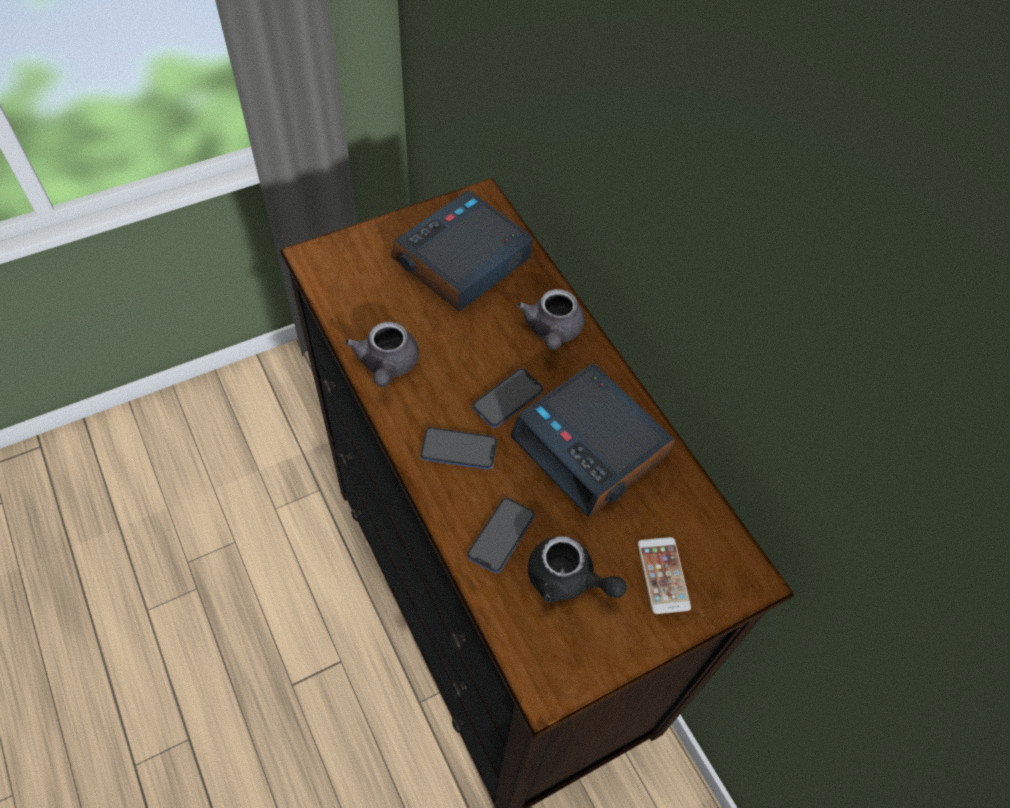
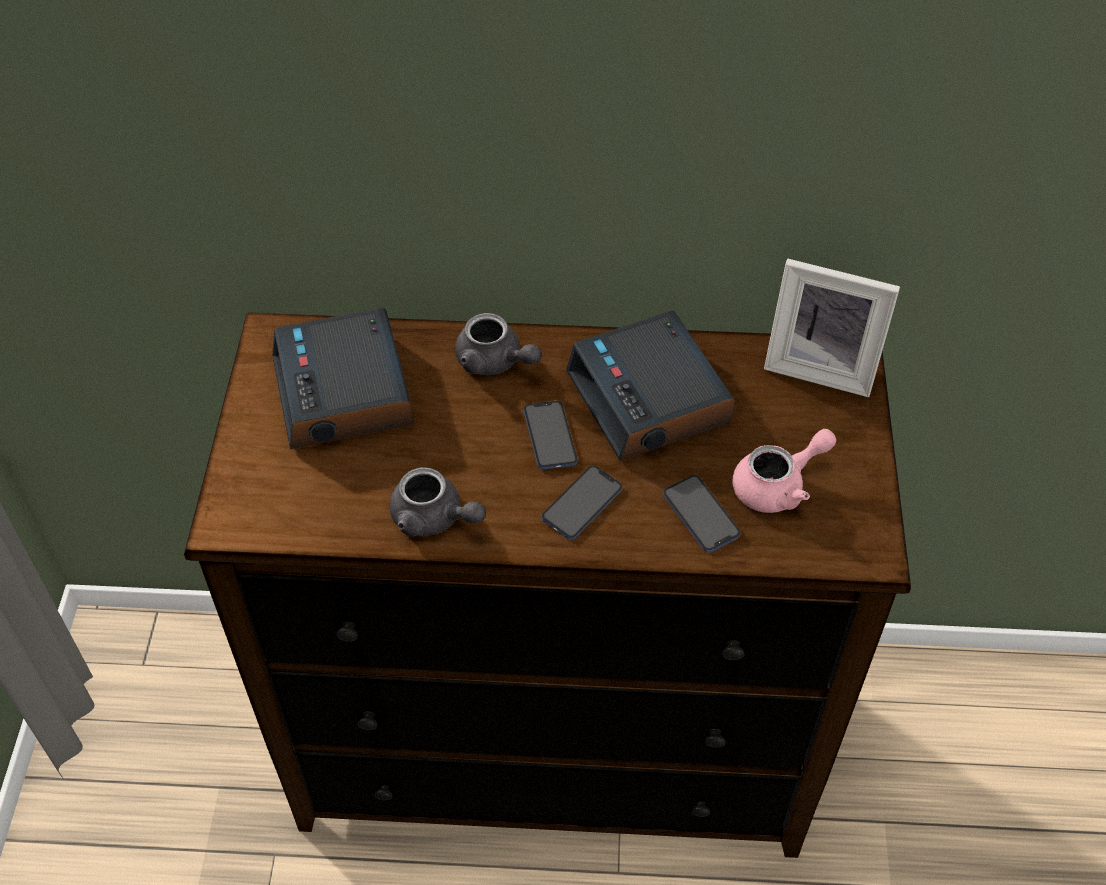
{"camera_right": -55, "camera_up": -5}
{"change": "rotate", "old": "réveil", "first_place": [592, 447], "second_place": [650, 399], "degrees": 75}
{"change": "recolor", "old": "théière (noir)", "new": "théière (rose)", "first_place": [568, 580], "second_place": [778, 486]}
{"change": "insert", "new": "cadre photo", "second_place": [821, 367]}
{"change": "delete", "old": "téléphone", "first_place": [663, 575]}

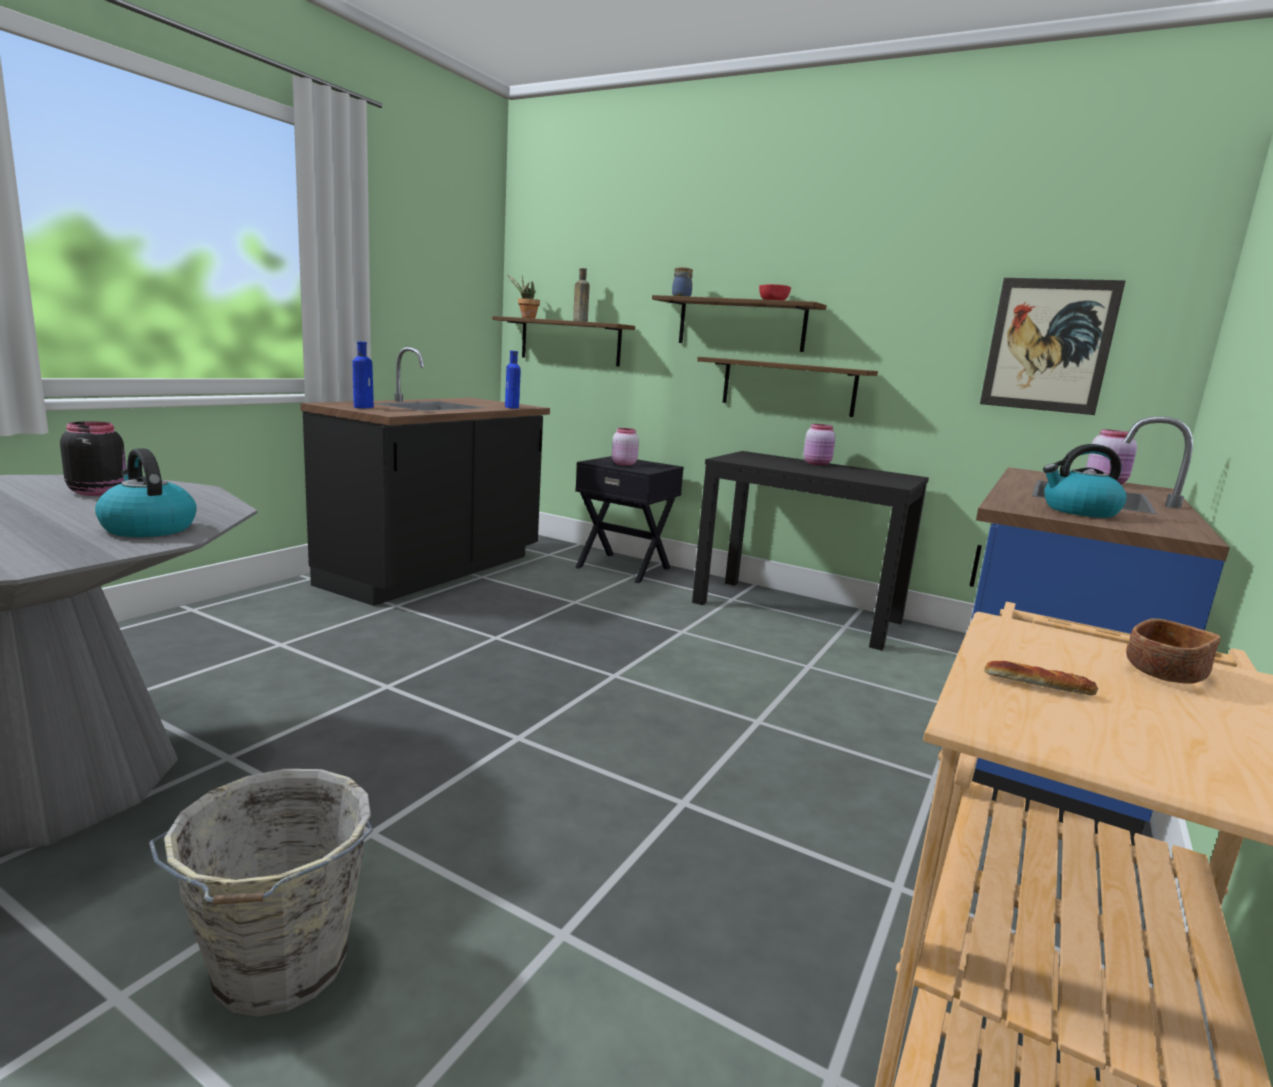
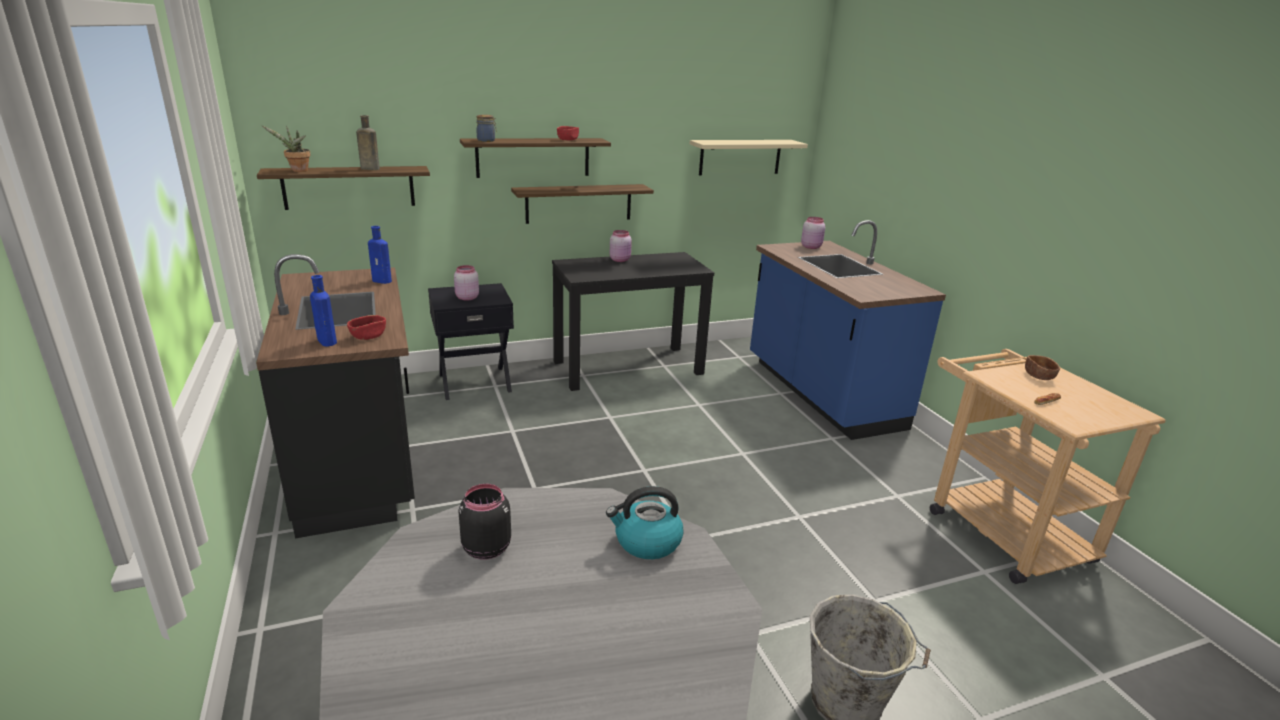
{"camera_right": -50, "camera_up": 10}
{"change": "insert", "new": "bol (rouge)", "second_place": [368, 336]}
{"change": "replace", "old": "tableau", "new": "étagère (beige)", "first_place": [1048, 345], "second_place": [740, 157]}
{"change": "delete", "old": "bouilloire", "first_place": [1079, 511]}

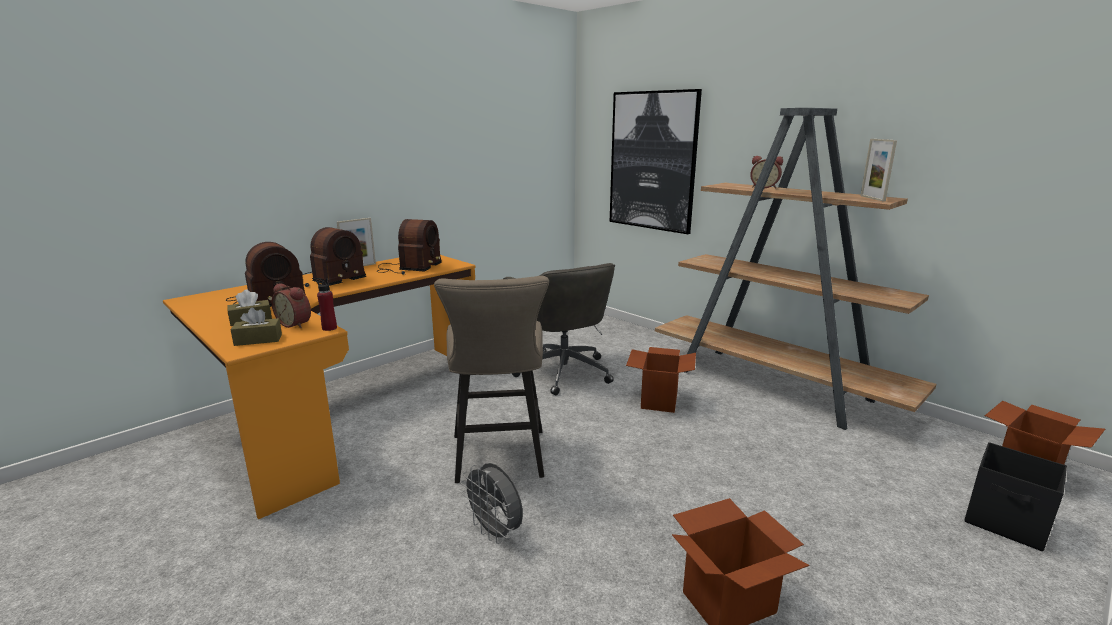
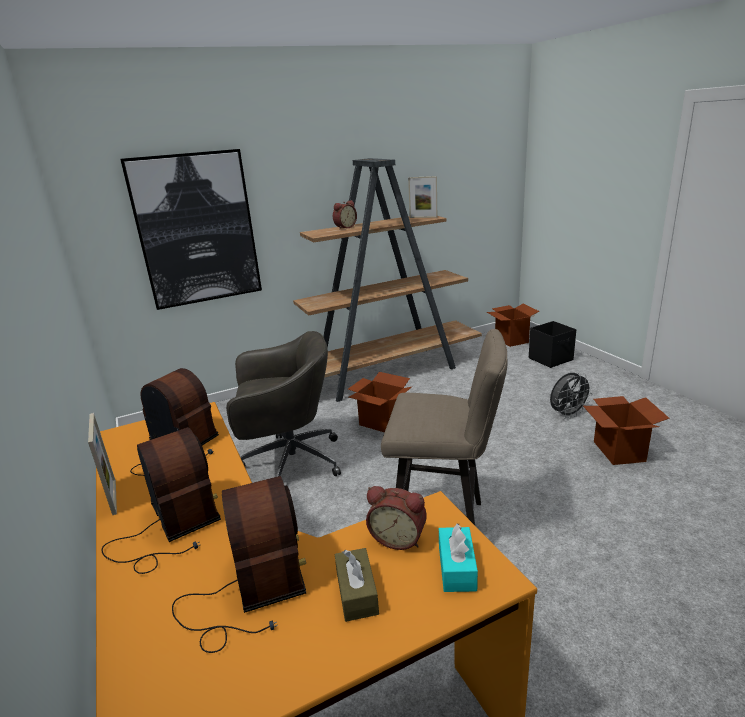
{"camera_right": -70, "camera_up": 5}
{"change": "rotate", "old": "réveil", "first_place": [296, 324], "second_place": [398, 537], "degrees": 60}
{"change": "recolor", "old": "boîte à mouchoirs (marron)", "new": "boîte à mouchoirs (turquoise)", "first_place": [258, 340], "second_place": [457, 568]}
{"change": "move", "old": "ventilateur (gris)", "first_place": [495, 532], "second_place": [567, 414]}
{"change": "delete", "old": "bouteille (rouge)", "first_place": [329, 328]}

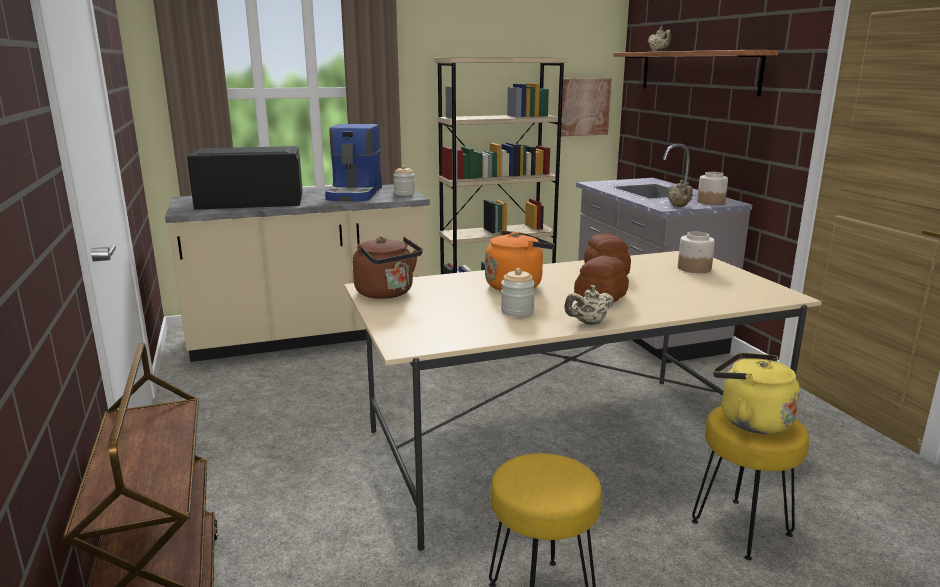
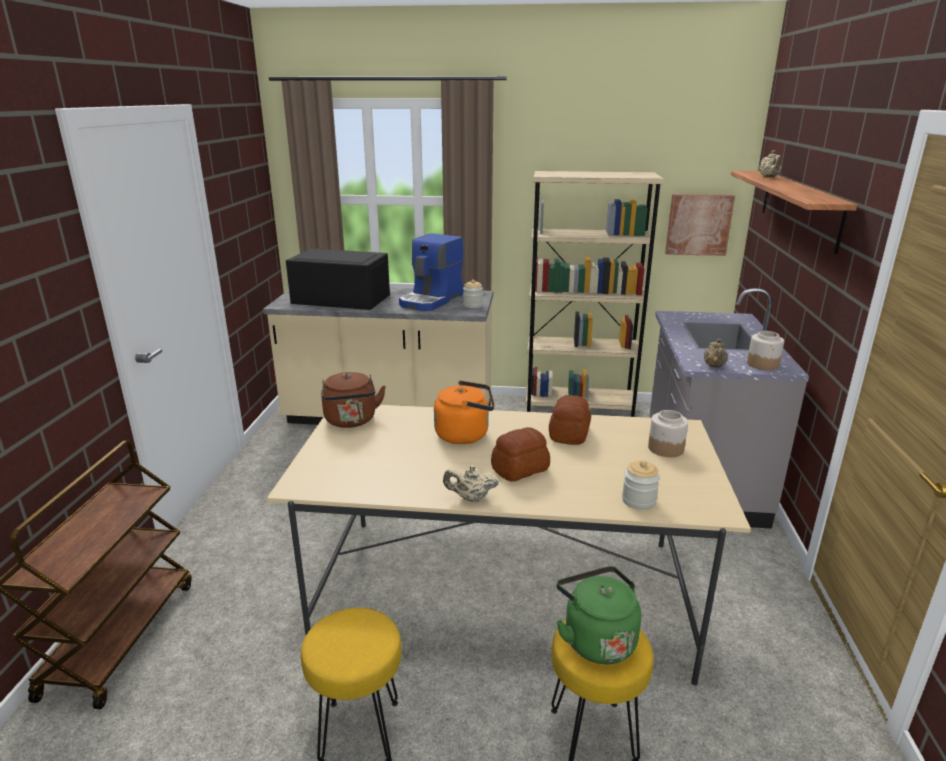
{"camera_right": 25, "camera_up": 5}
{"change": "recolor", "old": "bouilloire (jaune)", "new": "bouilloire (vert)", "first_place": [750, 420], "second_place": [596, 639]}
{"change": "move", "old": "bocal", "first_place": [517, 311], "second_place": [638, 500]}

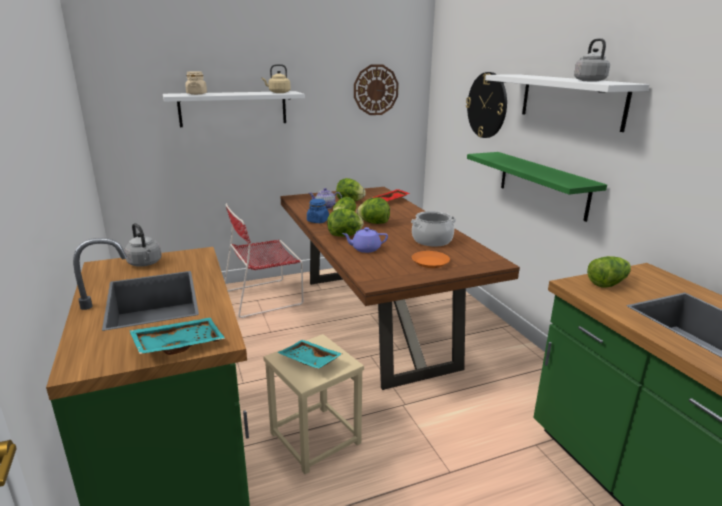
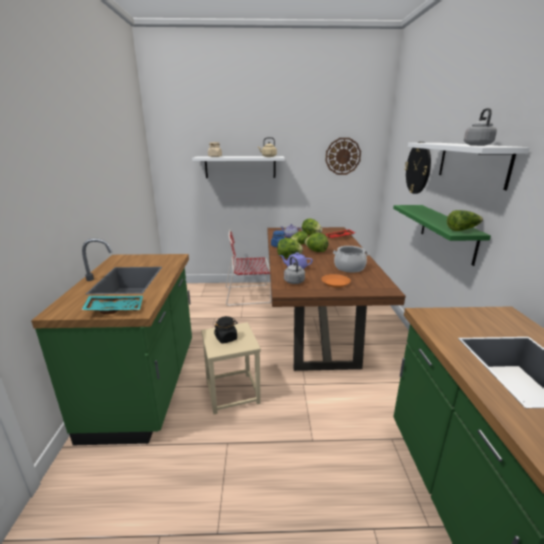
{"camera_right": 20, "camera_up": 0}
{"change": "replace", "old": "plateau (turquoise)", "new": "bocal (noir)", "first_place": [309, 361], "second_place": [226, 338]}
{"change": "move", "old": "bouilloire (gris)", "first_place": [145, 263], "second_place": [294, 282]}
{"change": "move", "old": "laitue", "first_place": [607, 282], "second_place": [462, 229]}

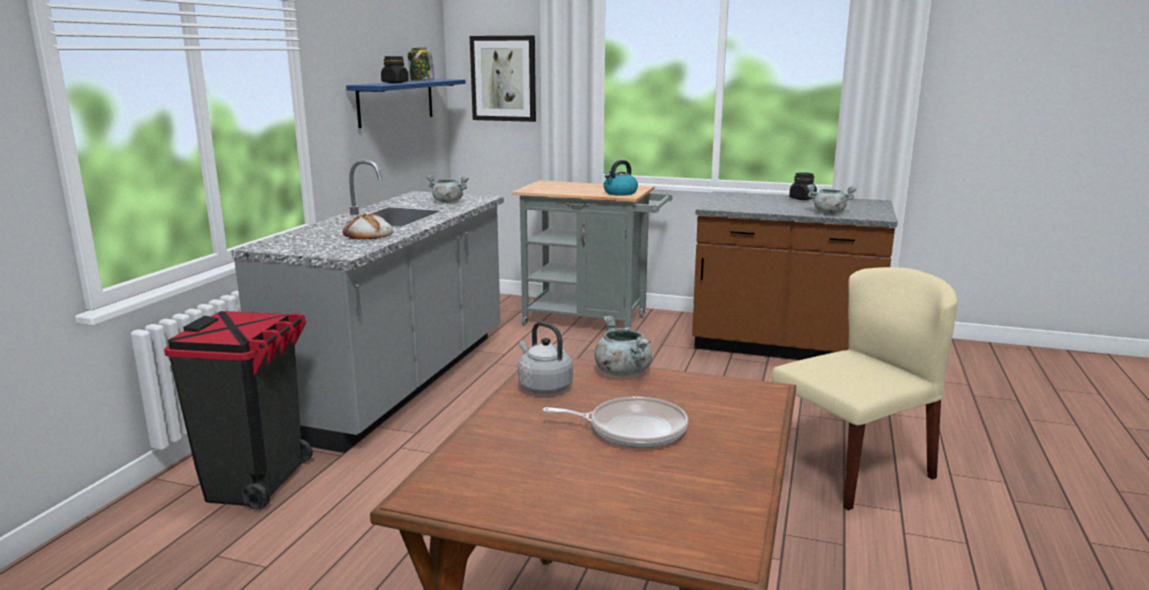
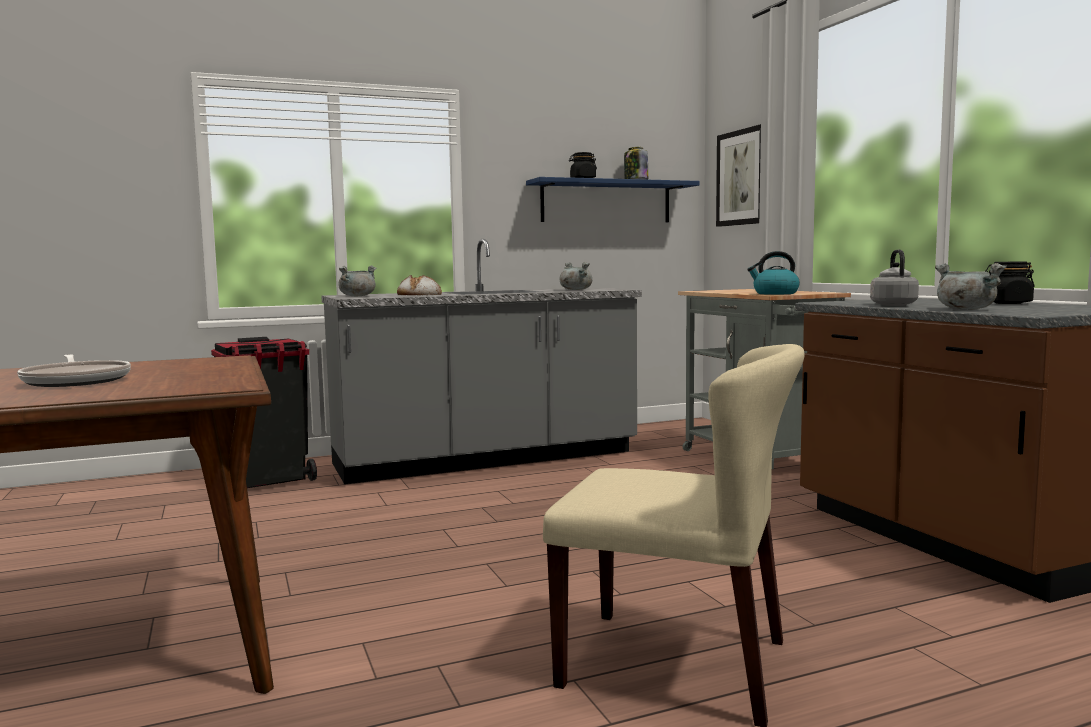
{"camera_right": 50, "camera_up": -10}
{"change": "move", "old": "marmite (gris)", "first_place": [622, 372], "second_place": [357, 296]}
{"change": "move", "old": "bouilloire (gris)", "first_place": [543, 387], "second_place": [892, 305]}

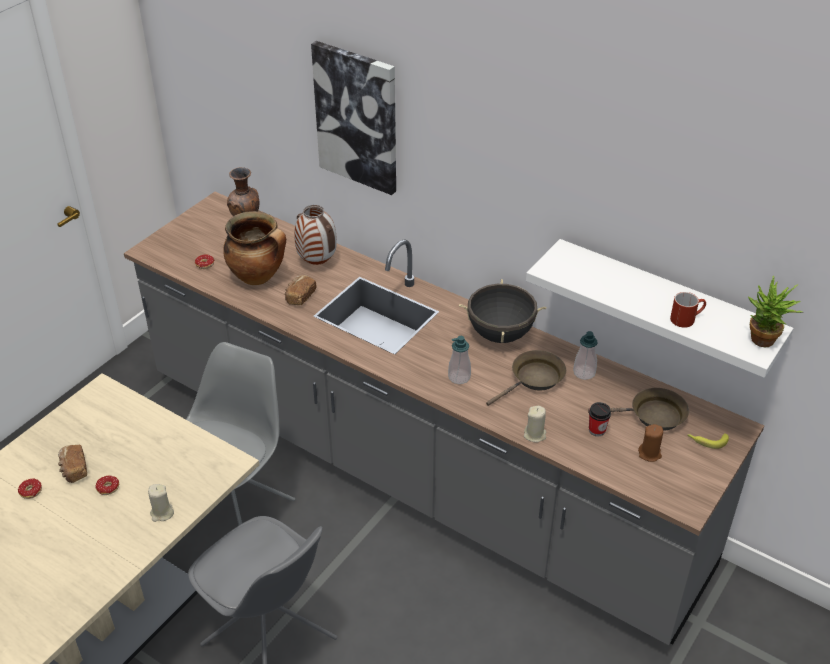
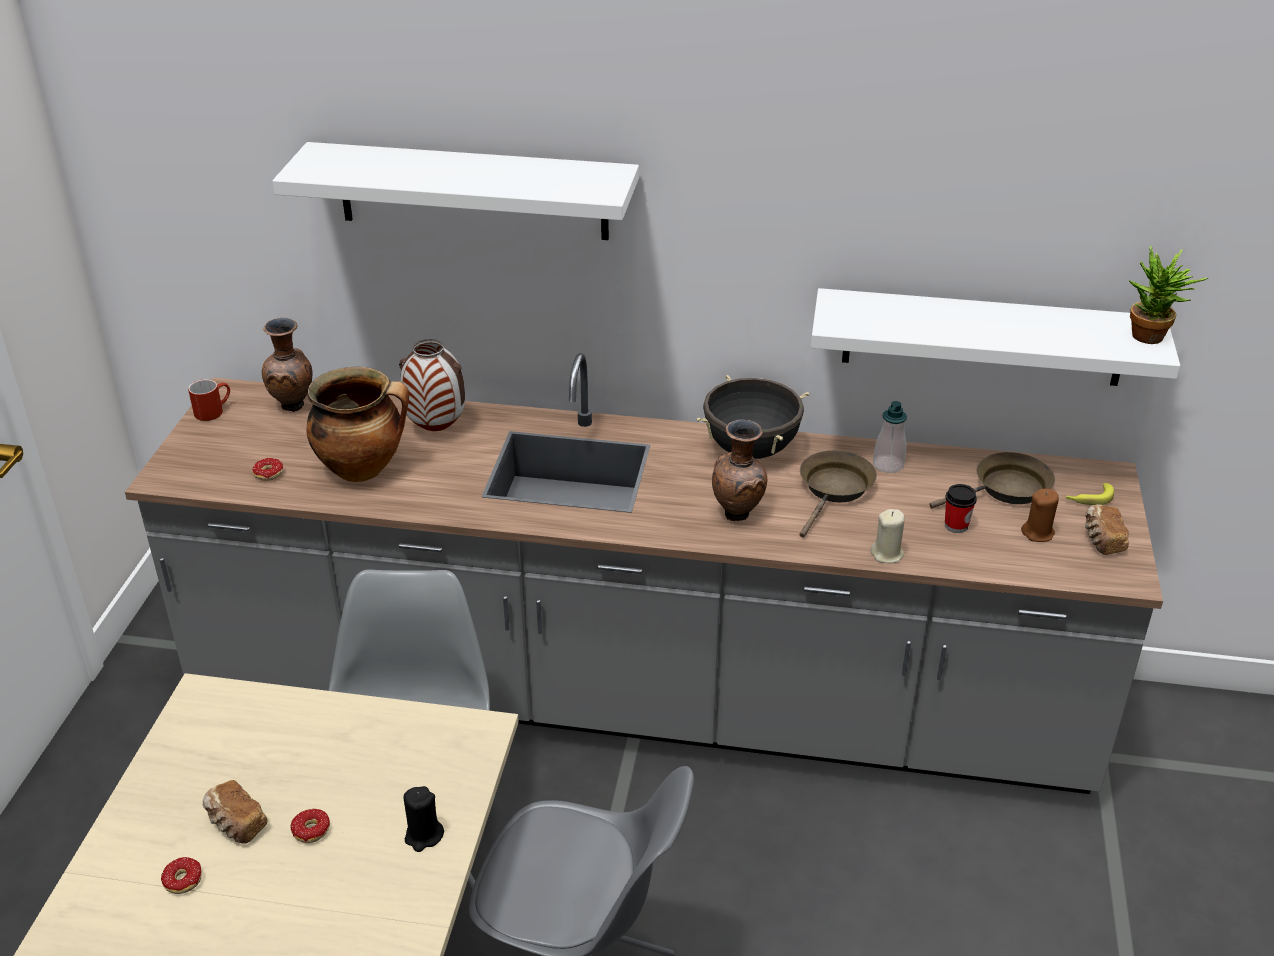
{"camera_right": -25, "camera_up": -5}
{"change": "move", "old": "mug (rouge)", "first_place": [686, 318], "second_place": [213, 410]}
{"change": "replace", "old": "tableau", "new": "étagère (blanc)", "first_place": [357, 117], "second_place": [473, 191]}
{"change": "recolor", "old": "bougie (beige)", "new": "bougie (noir)", "first_place": [162, 513], "second_place": [423, 836]}
{"change": "replace", "old": "distributeur de savon", "new": "vase (marron)", "first_place": [459, 377], "second_place": [738, 515]}
{"change": "move", "old": "pain", "first_place": [300, 297], "second_place": [1101, 540]}

